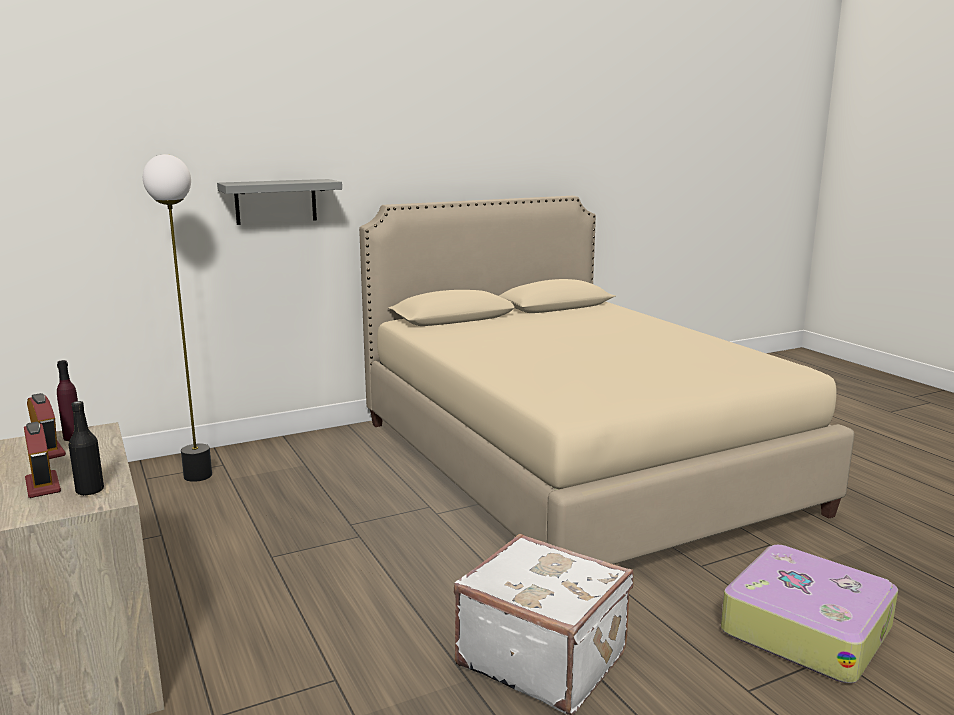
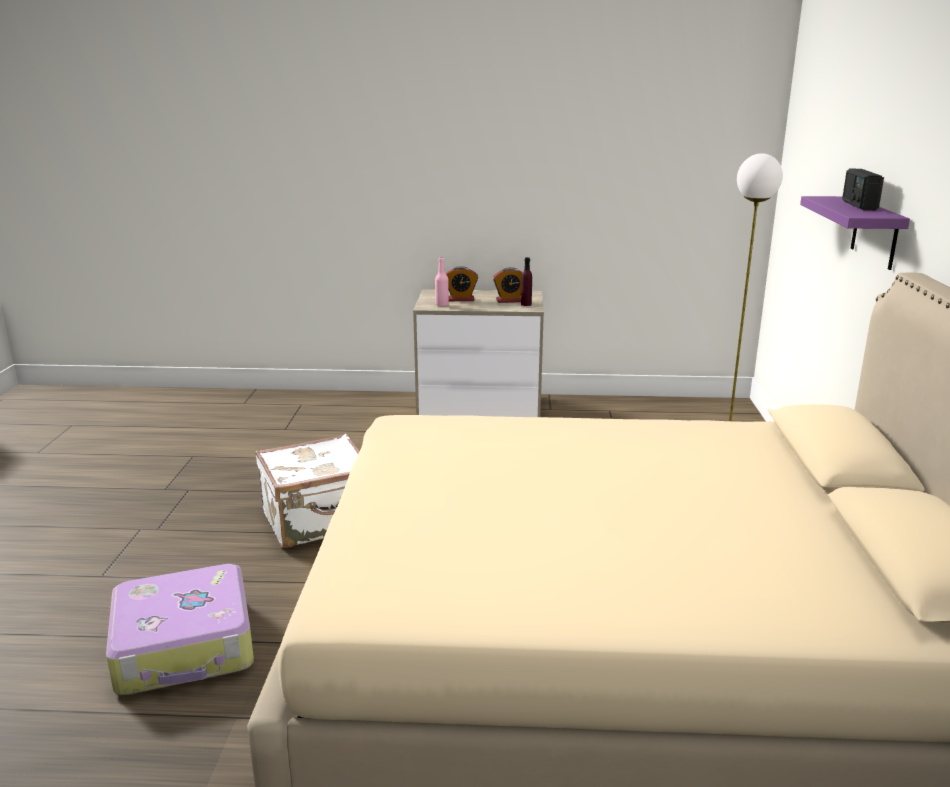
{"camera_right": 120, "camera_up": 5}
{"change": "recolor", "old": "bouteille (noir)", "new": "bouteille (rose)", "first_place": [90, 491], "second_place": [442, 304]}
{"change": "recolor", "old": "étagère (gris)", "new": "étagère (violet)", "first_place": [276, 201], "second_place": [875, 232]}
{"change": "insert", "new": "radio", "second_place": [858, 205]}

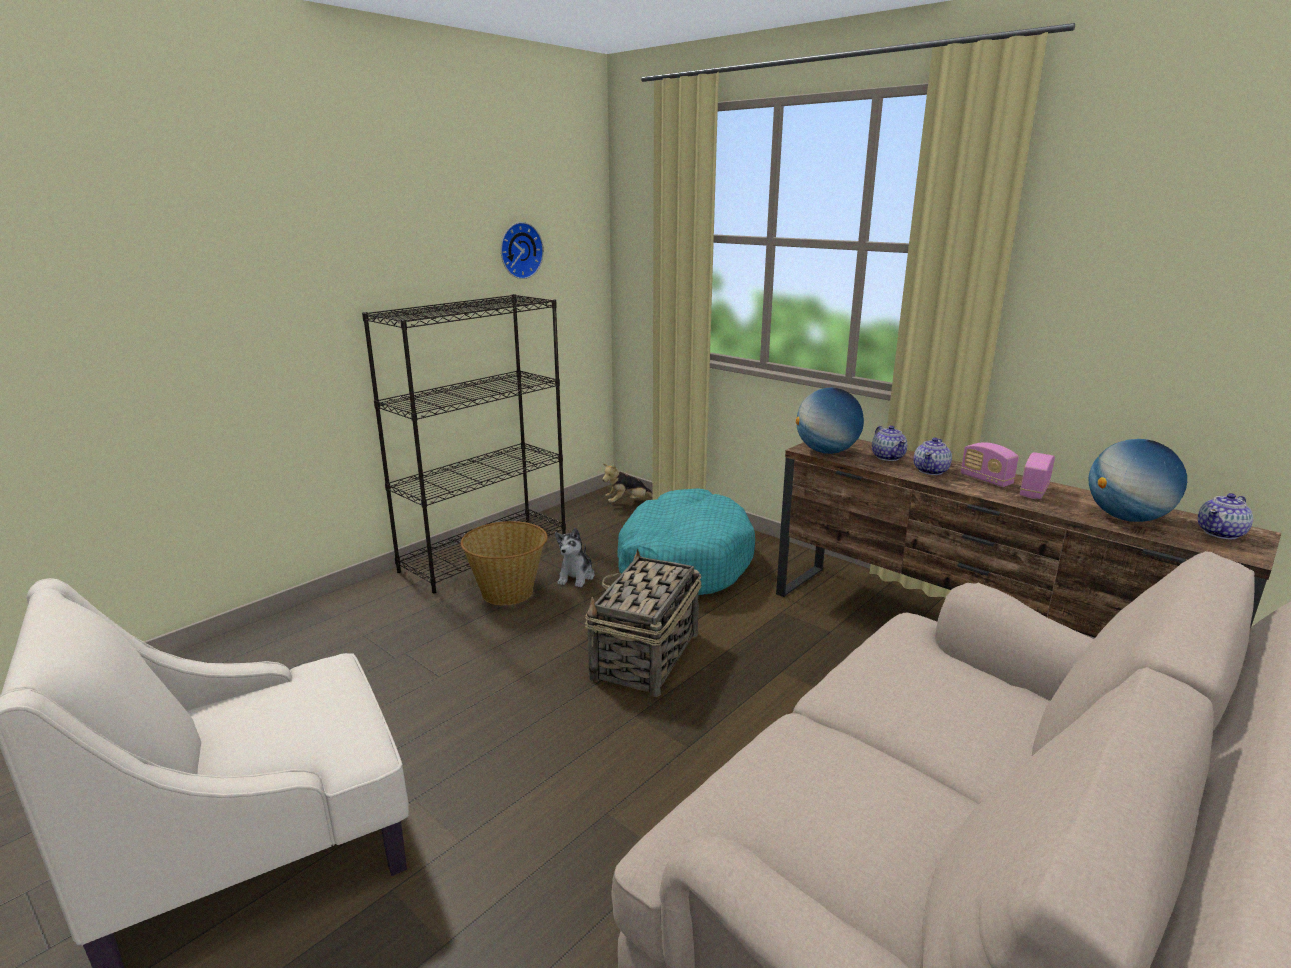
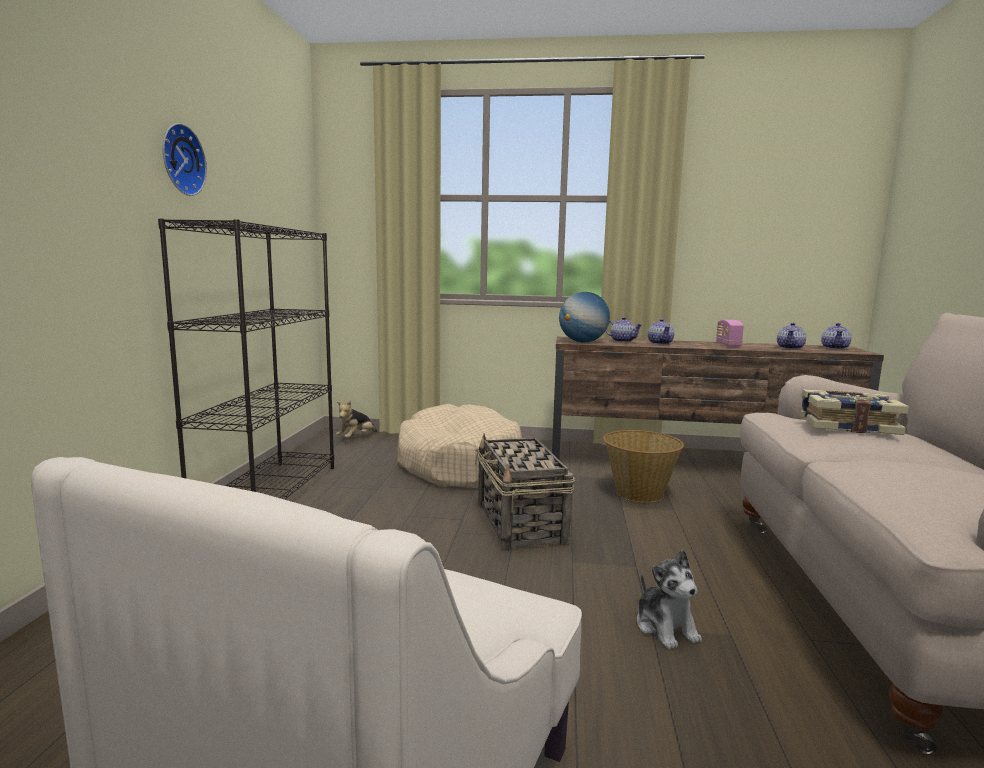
{"camera_right": -35, "camera_up": -10}
{"change": "move", "old": "horloge murale", "first_place": [519, 250], "second_place": [180, 160]}
{"change": "recolor", "old": "panier pour chien (turquoise)", "new": "panier pour chien (beige)", "first_place": [682, 562], "second_place": [458, 464]}
{"change": "move", "old": "panier", "first_place": [508, 592], "second_place": [639, 493]}
{"change": "move", "old": "peluche", "first_place": [576, 577], "second_place": [665, 627]}
{"change": "replace", "old": "globe", "new": "théière", "first_place": [1126, 518], "second_place": [790, 348]}
{"change": "insert", "new": "livre", "second_place": [847, 425]}
{"change": "delete", "old": "radio", "first_place": [986, 480]}

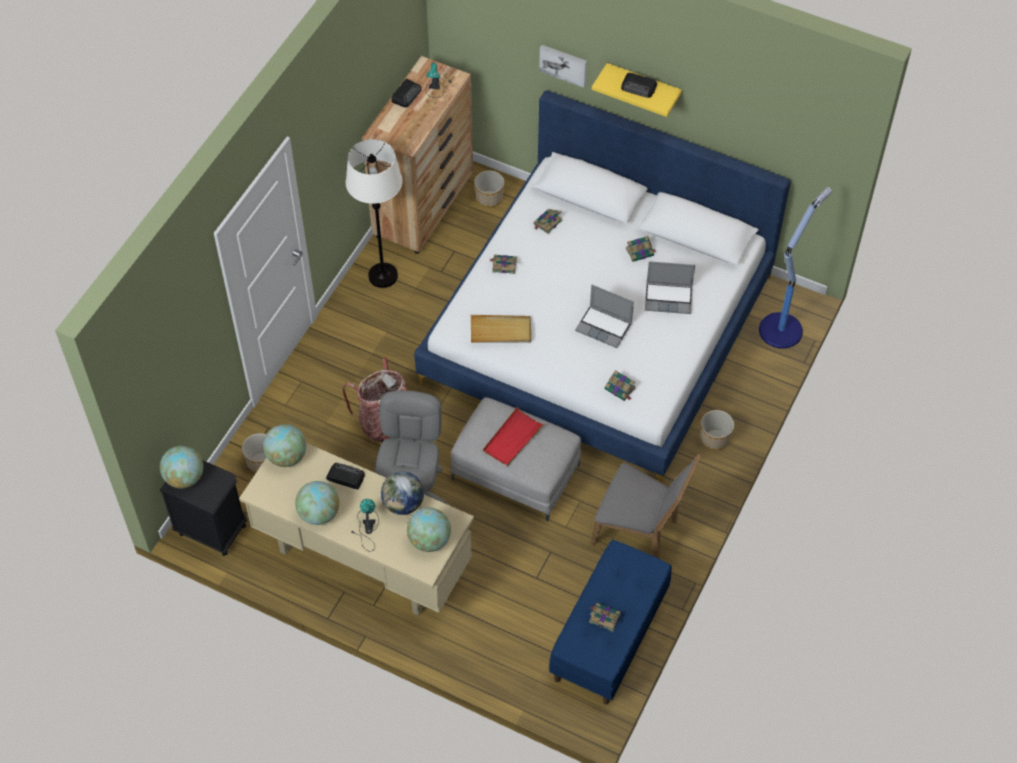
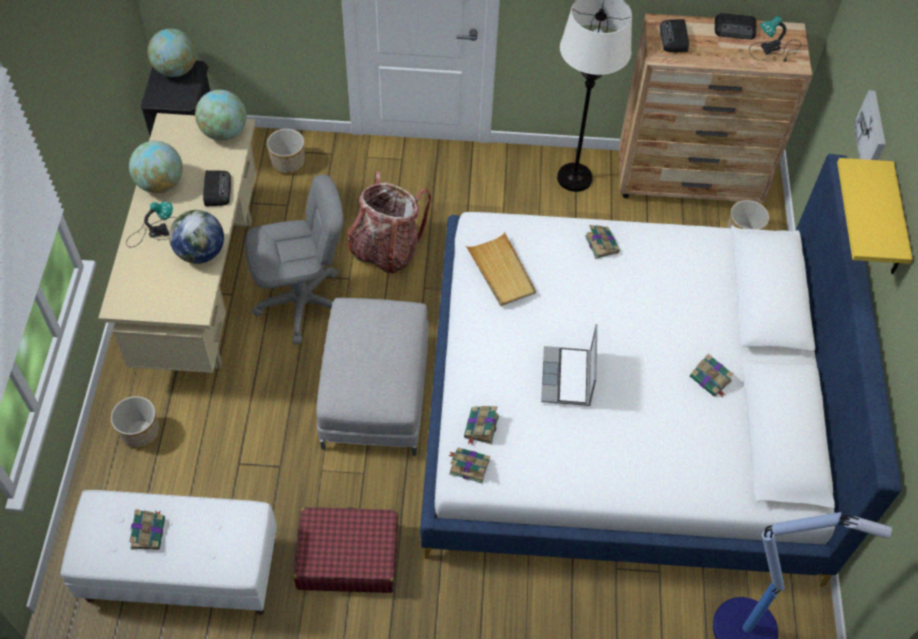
{"camera_right": 65, "camera_up": 0}
{"change": "recolor", "old": "banc (bleu)", "new": "banc (blanc)", "first_place": [609, 638], "second_place": [181, 572]}
{"change": "move", "old": "cache-pot", "first_place": [715, 439], "second_place": [140, 433]}
{"change": "replace", "old": "chaise (gris)", "new": "valise (rouge)", "first_place": [640, 531], "second_place": [347, 556]}
{"change": "move", "old": "livre", "first_place": [547, 223], "second_place": [468, 466]}
{"change": "move", "old": "radio", "first_place": [639, 87], "second_place": [674, 39]}
{"change": "delete", "old": "globe", "first_place": [429, 540]}
{"change": "delete", "old": "plateau (rouge)", "first_place": [512, 439]}
{"change": "delete", "old": "ordinateur portable", "first_place": [669, 298]}

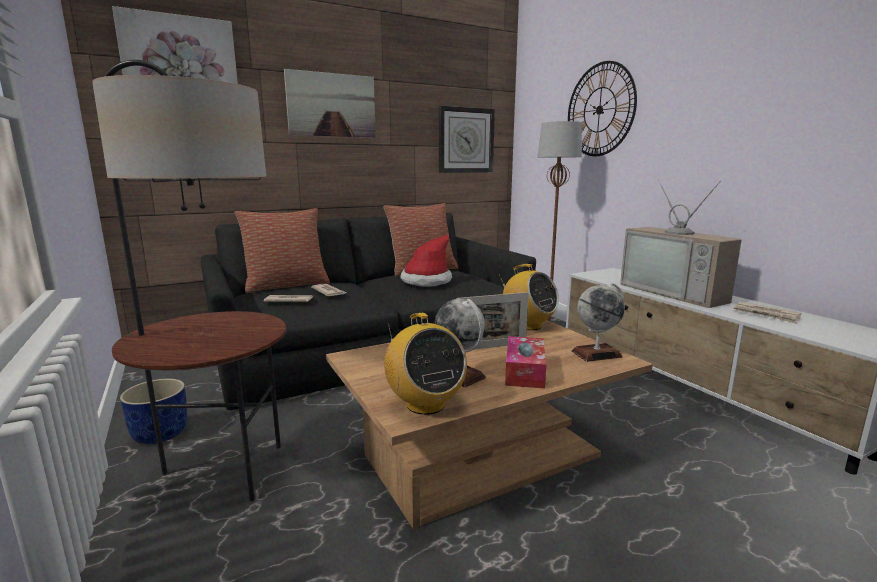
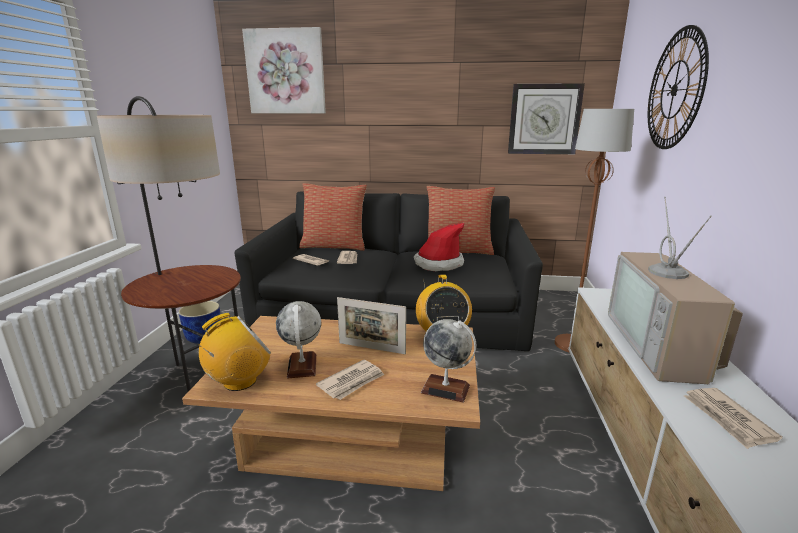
{"camera_right": 35, "camera_up": 5}
{"change": "rotate", "old": "radio", "first_place": [425, 404], "second_place": [239, 382], "degrees": -135}
{"change": "replace", "old": "boîte à mouchoirs", "new": "journal", "first_place": [524, 371], "second_place": [352, 382]}
{"change": "delete", "old": "tableau", "first_place": [331, 105]}

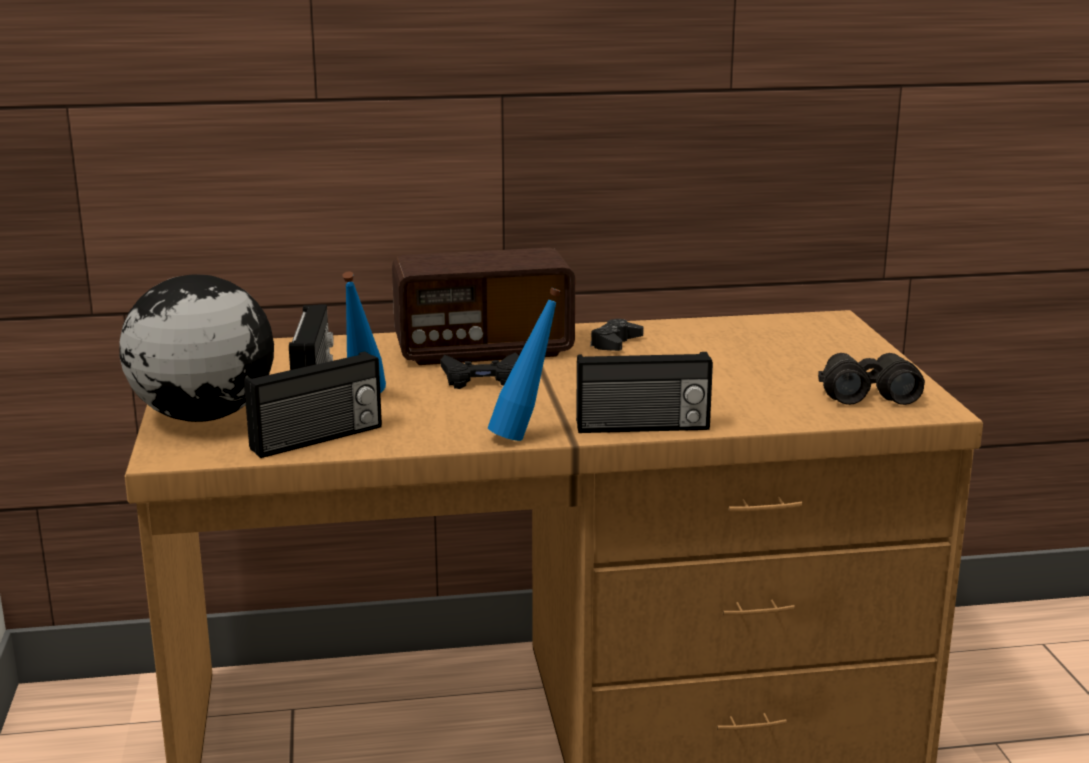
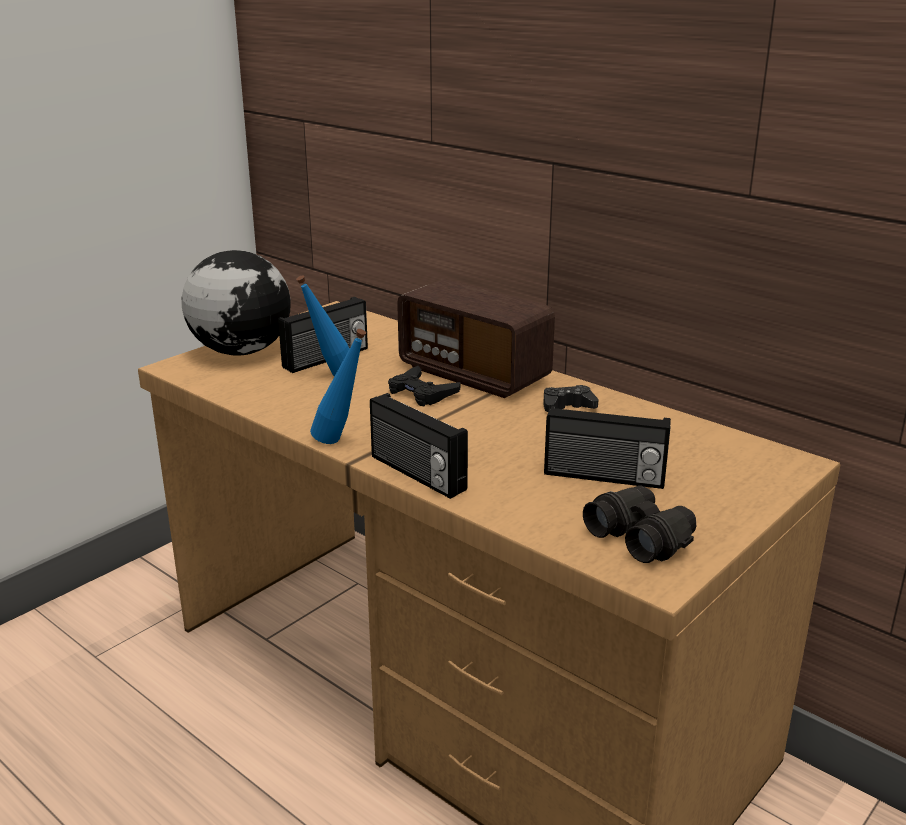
{"camera_right": 50, "camera_up": 5}
{"change": "move", "old": "radio", "first_place": [318, 439], "second_place": [604, 477]}

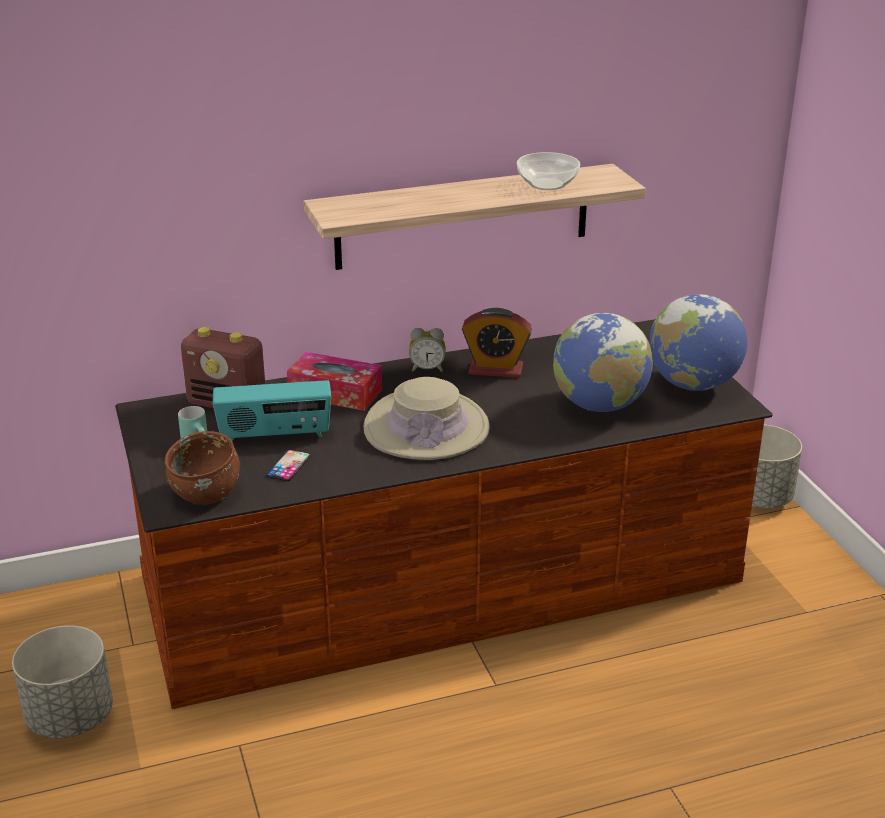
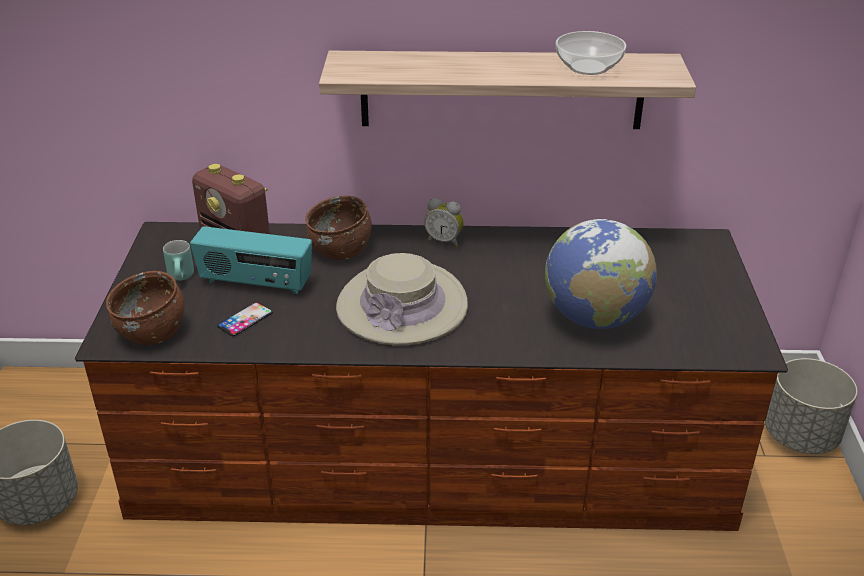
{"camera_right": 20, "camera_up": 5}
{"change": "replace", "old": "boîte à mouchoirs", "new": "bol (marron)", "first_place": [335, 393], "second_place": [340, 249]}
{"change": "delete", "old": "réveil", "first_place": [495, 370]}
{"change": "delete", "old": "globe", "first_place": [693, 384]}

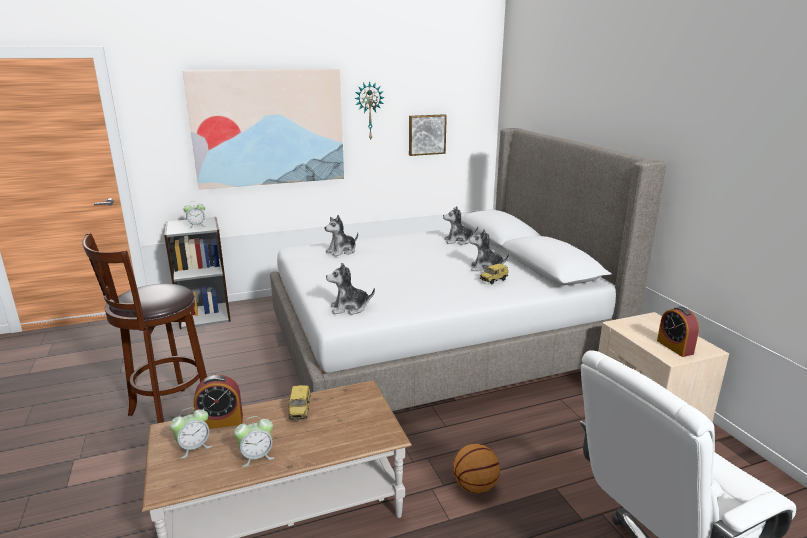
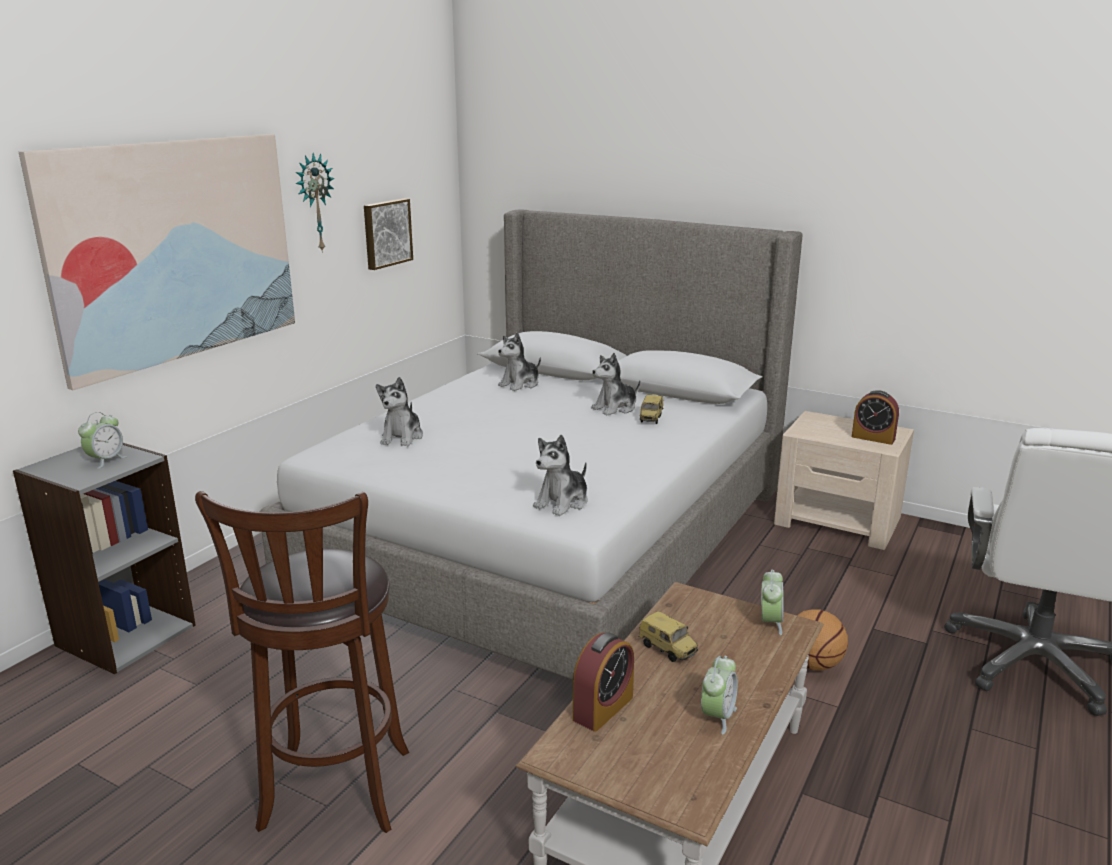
{"camera_right": -40, "camera_up": 0}
{"change": "move", "old": "réveil", "first_place": [194, 447], "second_place": [770, 622]}

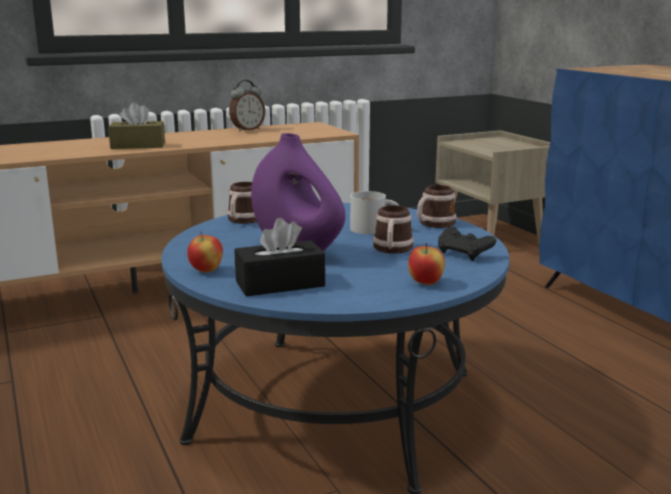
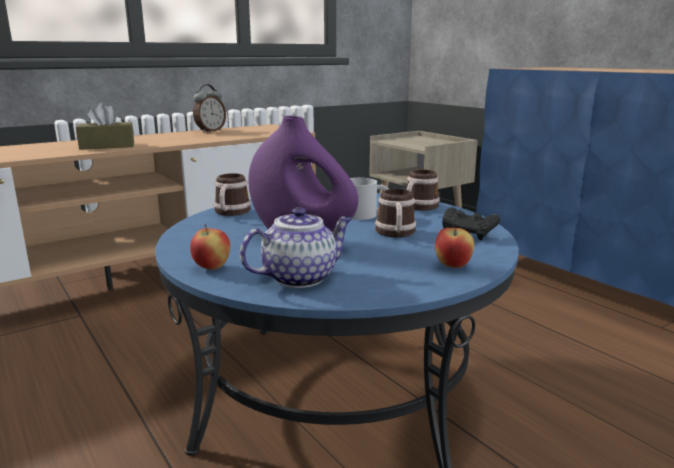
{"camera_right": -10, "camera_up": 0}
{"change": "replace", "old": "boîte à mouchoirs (noir)", "new": "théière", "first_place": [280, 284], "second_place": [300, 277]}

